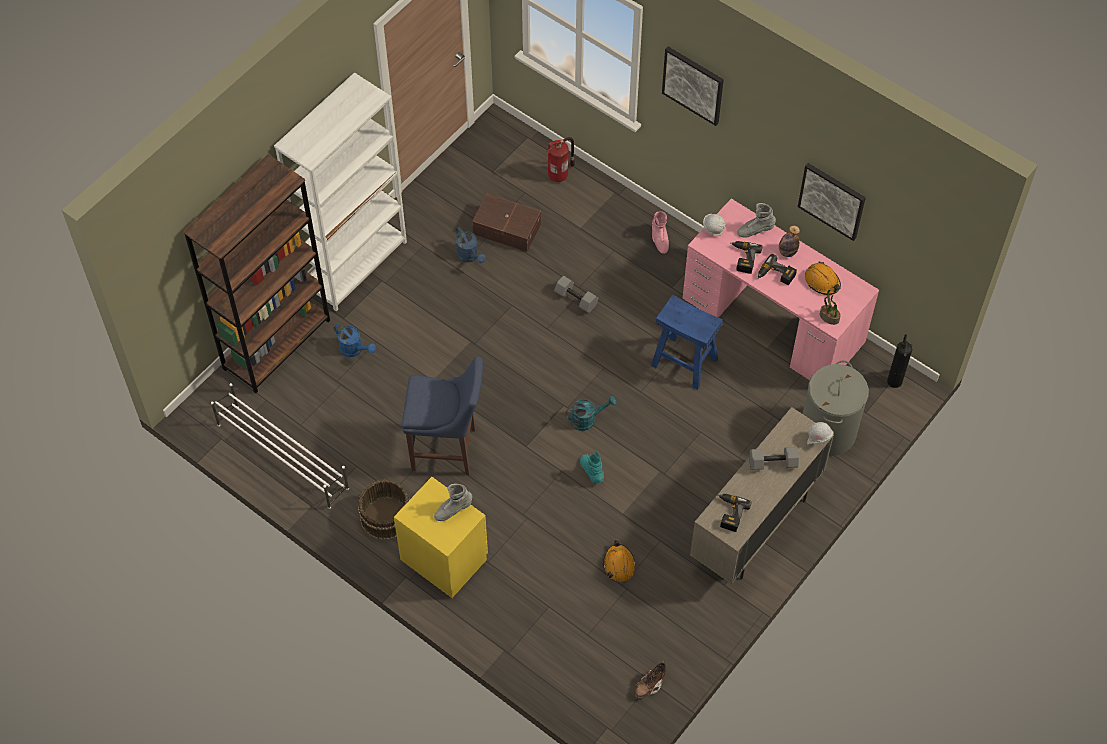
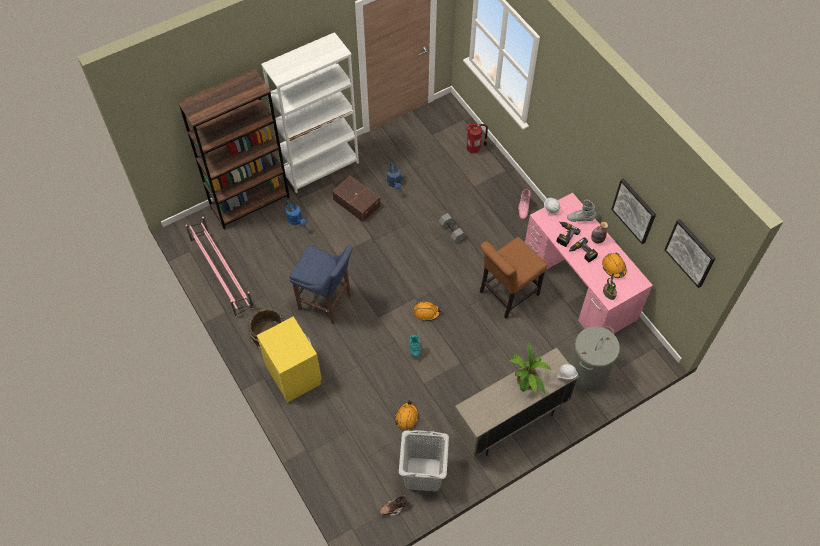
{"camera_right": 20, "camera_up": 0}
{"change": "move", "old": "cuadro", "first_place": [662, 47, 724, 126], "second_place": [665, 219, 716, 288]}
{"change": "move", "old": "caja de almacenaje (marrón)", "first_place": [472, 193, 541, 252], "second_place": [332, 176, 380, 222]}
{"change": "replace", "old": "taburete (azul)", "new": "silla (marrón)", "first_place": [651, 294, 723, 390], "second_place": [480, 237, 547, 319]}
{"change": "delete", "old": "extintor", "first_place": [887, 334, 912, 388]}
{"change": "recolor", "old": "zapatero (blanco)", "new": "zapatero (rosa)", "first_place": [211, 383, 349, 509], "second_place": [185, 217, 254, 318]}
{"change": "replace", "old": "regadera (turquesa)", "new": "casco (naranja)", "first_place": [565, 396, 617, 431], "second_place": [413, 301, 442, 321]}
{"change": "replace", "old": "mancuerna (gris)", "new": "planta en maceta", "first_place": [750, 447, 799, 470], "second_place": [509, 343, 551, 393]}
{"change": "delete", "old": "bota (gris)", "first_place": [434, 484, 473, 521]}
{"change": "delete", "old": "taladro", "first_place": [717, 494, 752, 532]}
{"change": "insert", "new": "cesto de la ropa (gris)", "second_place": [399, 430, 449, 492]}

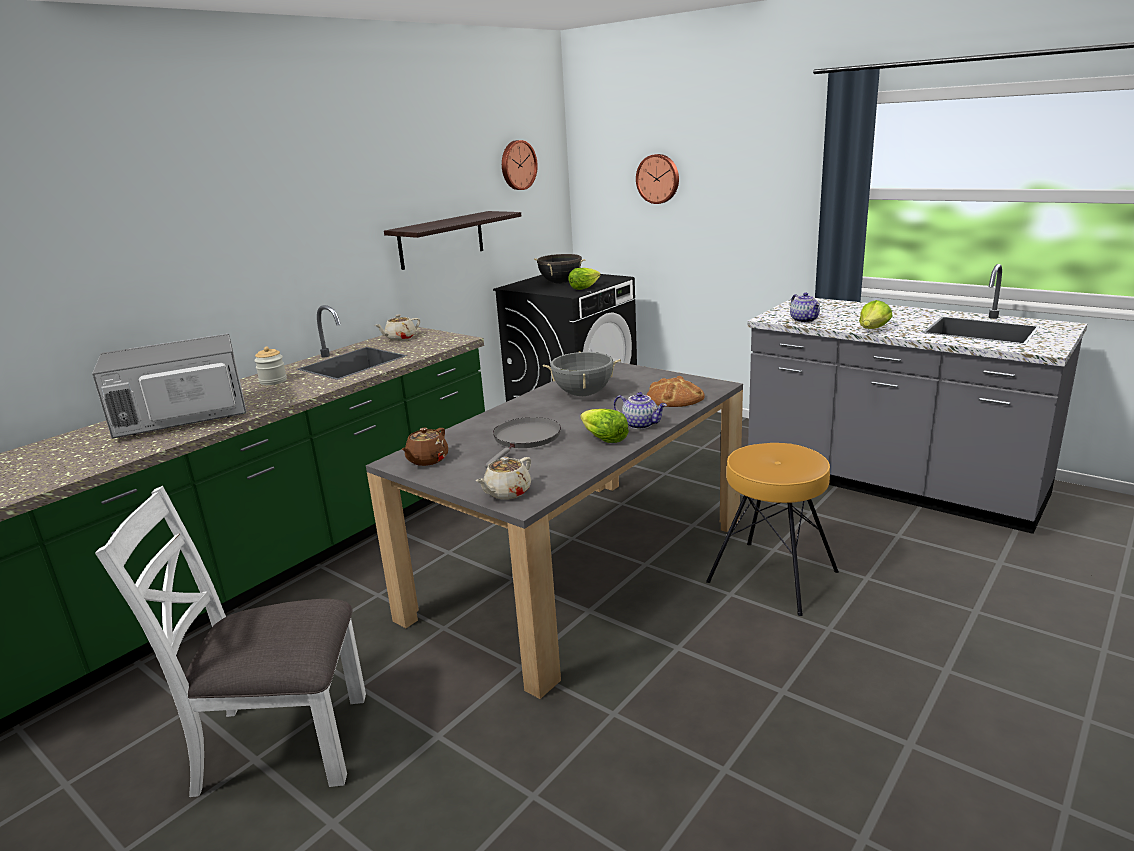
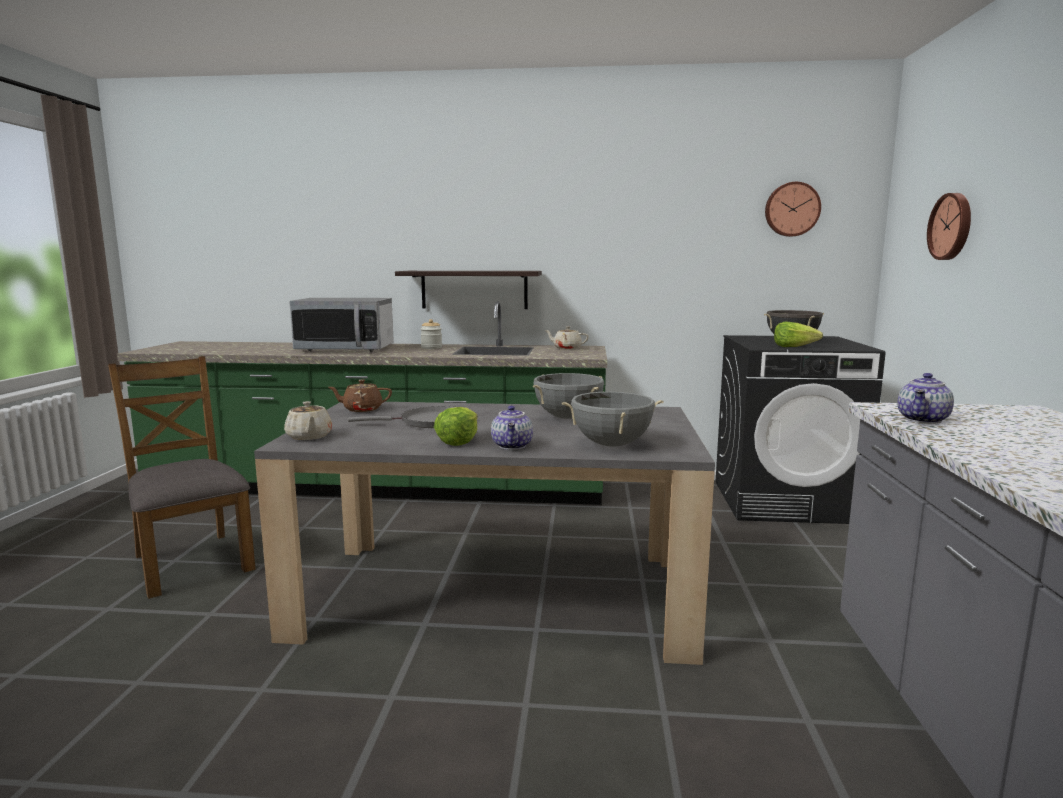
{"camera_right": 55, "camera_up": -10}
{"change": "move", "old": "estante", "first_place": [384, 211, 521, 270], "second_place": [395, 271, 542, 309]}
{"change": "delete", "old": "lechuga", "first_place": [859, 300, 893, 329]}
{"change": "rotate", "old": "microondas", "first_place": [92, 334, 247, 438], "second_place": [289, 298, 394, 351], "degrees": 150}
{"change": "replace", "old": "pan", "new": "olla (gris)", "first_place": [647, 376, 705, 407], "second_place": [562, 391, 664, 447]}
{"change": "delete", "old": "taburete (marrón)", "first_place": [706, 443, 839, 616]}
{"change": "rotate", "old": "tetera (beis)", "first_place": [476, 457, 531, 500], "second_place": [284, 401, 332, 440], "degrees": -120}
{"change": "recolor", "old": "silla (blanco)", "new": "silla (marrón)", "first_place": [95, 486, 366, 797], "second_place": [108, 356, 256, 599]}

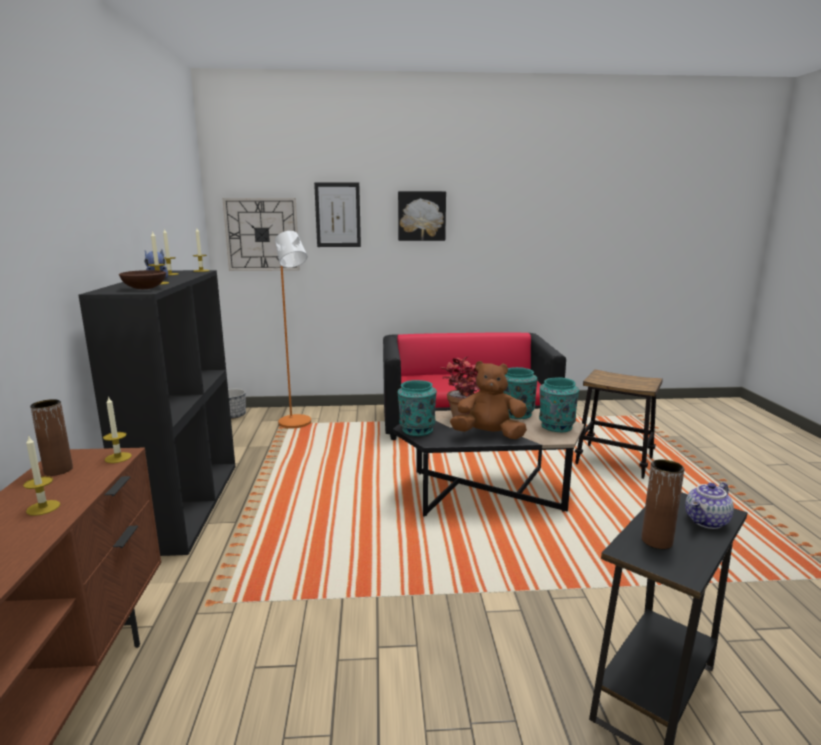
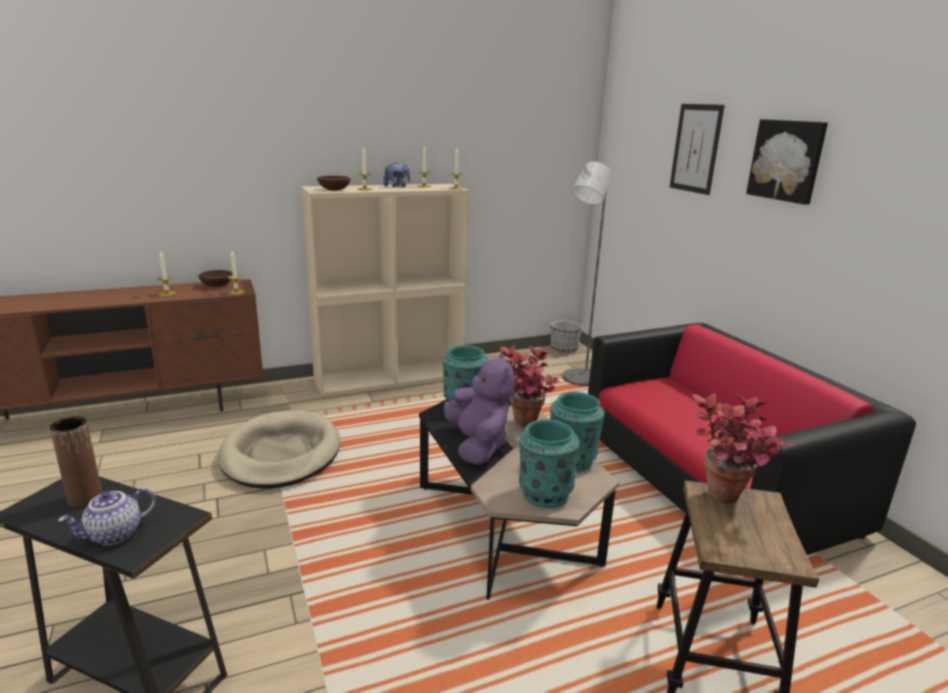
{"camera_right": 70, "camera_up": 5}
{"change": "delete", "old": "reloj de pared", "first_place": [222, 198, 300, 271]}
{"change": "recolor", "old": "lámpara de pie (naranja)", "new": "lámpara de pie (gris)", "first_place": [275, 231, 311, 429], "second_place": [563, 161, 611, 386]}
{"change": "recolor", "old": "estantería (negro)", "new": "estantería (beis)", "first_place": [79, 270, 235, 556], "second_place": [301, 184, 469, 397]}
{"change": "recolor", "old": "peluche (marrón)", "new": "peluche (morado)", "first_place": [450, 361, 527, 439], "second_place": [443, 353, 515, 465]}
{"change": "replace", "old": "florero (marrón)", "new": "cuenco (marrón)", "first_place": [30, 399, 73, 476], "second_place": [198, 270, 233, 287]}
{"change": "rotate", "old": "tetera", "first_place": [685, 482, 734, 529], "second_place": [58, 488, 156, 545], "degrees": -75}
{"change": "insert", "new": "planta en maceta", "second_place": [692, 393, 794, 504]}
{"change": "insert", "new": "cama para perro (beis)", "second_place": [218, 410, 340, 489]}

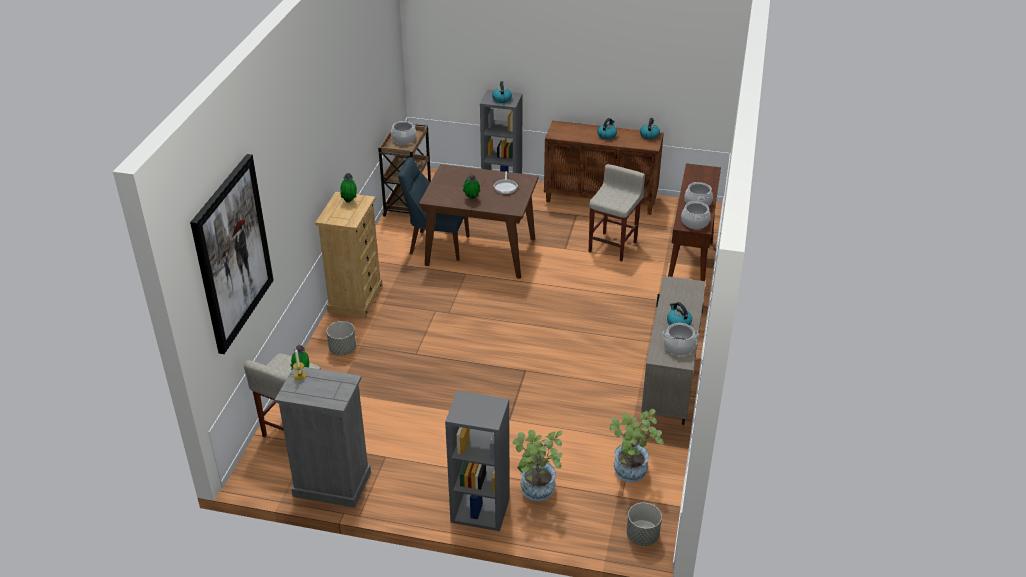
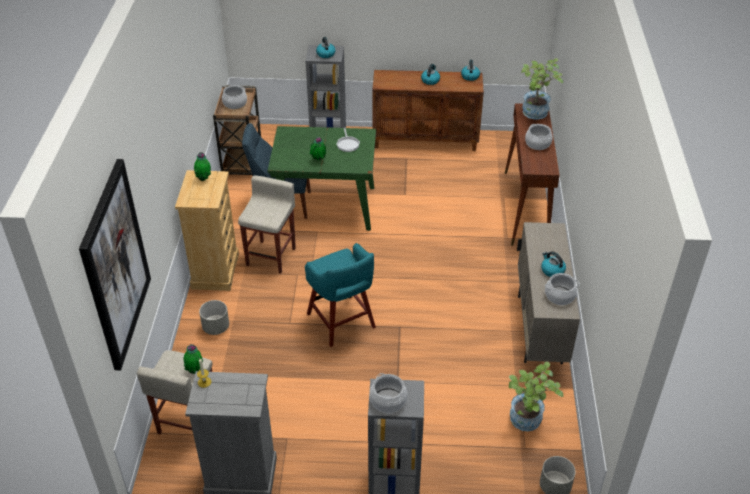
{"camera_right": -10, "camera_up": 5}
{"change": "recolor", "old": "mesa de comedor (marrón)", "new": "mesa de comedor (verde)", "first_place": [419, 164, 539, 278], "second_place": [268, 126, 376, 231]}
{"change": "move", "old": "taburete (beis)", "first_place": [589, 164, 645, 262], "second_place": [238, 175, 296, 274]}
{"change": "move", "old": "olla", "first_place": [681, 201, 711, 229], "second_place": [370, 373, 407, 413]}
{"change": "move", "old": "planta en maceta", "first_place": [513, 430, 563, 501], "second_place": [521, 58, 563, 119]}
{"change": "insert", "new": "taburete (turquesa)", "second_place": [305, 243, 376, 347]}

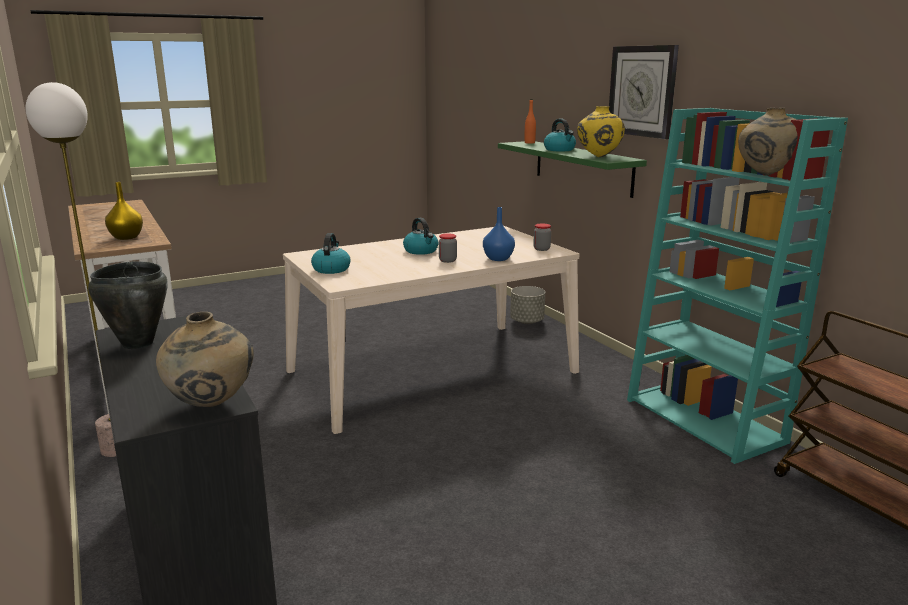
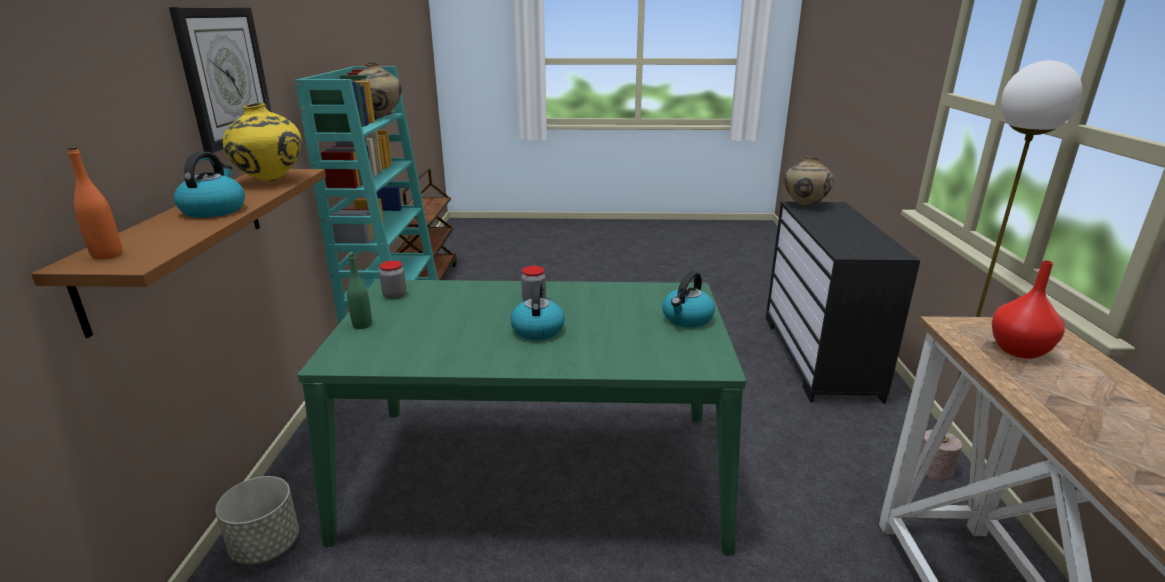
{"camera_right": -150, "camera_up": 5}
{"change": "recolor", "old": "estante (verde)", "new": "estante (marrón)", "first_place": [498, 141, 647, 198], "second_place": [31, 169, 326, 338]}
{"change": "recolor", "old": "florero (amarillo)", "new": "florero (rojo)", "first_place": [105, 182, 143, 240], "second_place": [992, 260, 1065, 359]}
{"change": "delete", "old": "florero (azul)", "first_place": [483, 207, 515, 261]}
{"change": "recolor", "old": "mesa de comedor (beis)", "new": "mesa de comedor (verde)", "first_place": [283, 226, 580, 434], "second_place": [298, 280, 746, 555]}
{"change": "delete", "old": "olla (negro)", "first_place": [88, 261, 168, 349]}
{"change": "insert", "new": "botella (verde)", "second_place": [347, 254, 372, 329]}

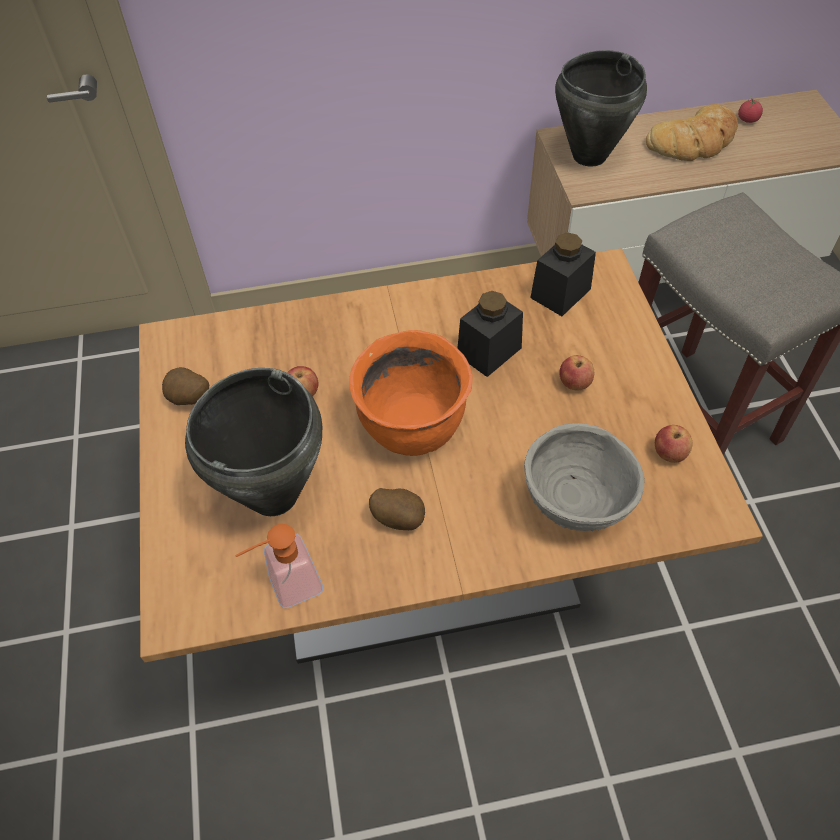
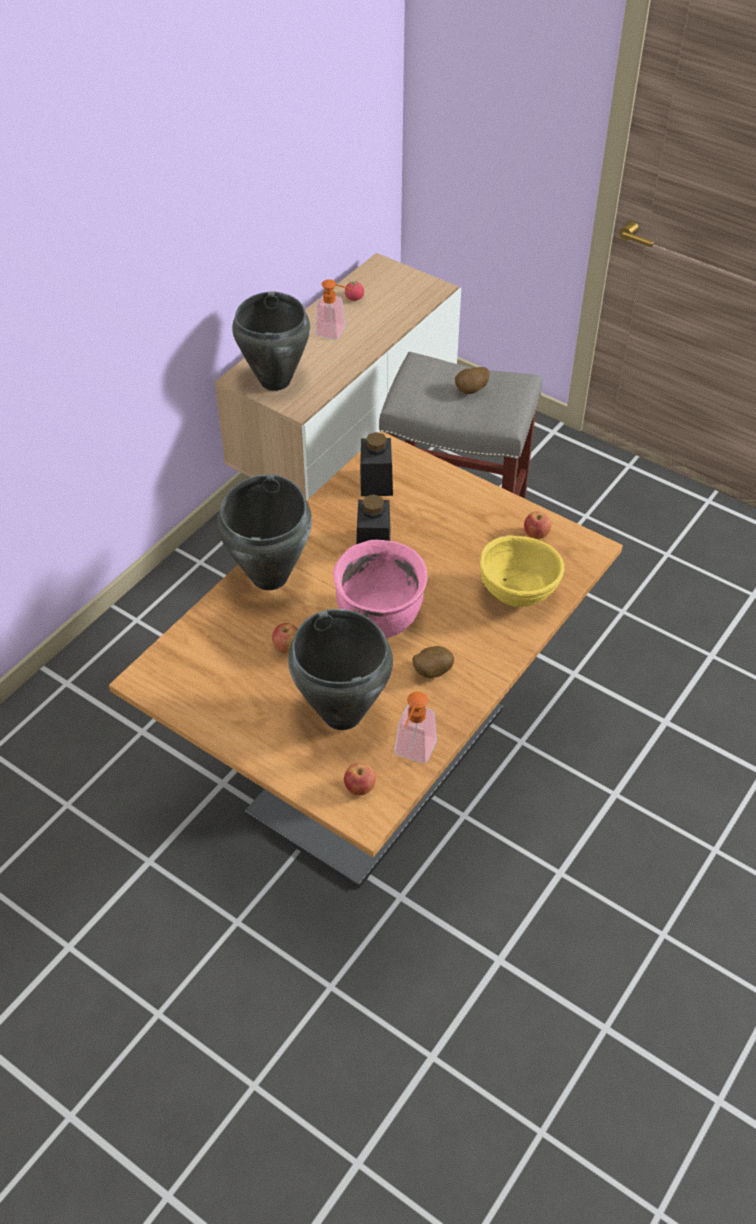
{"camera_right": -45, "camera_up": -5}
{"change": "replace", "old": "pan", "new": "dispensador de jabón", "first_place": [646, 104, 738, 161], "second_place": [315, 279, 352, 339]}
{"change": "recolor", "old": "olla (naranja)", "new": "olla (rosa)", "first_place": [349, 330, 473, 456], "second_place": [333, 540, 428, 638]}
{"change": "move", "old": "manzana", "first_place": [559, 355, 594, 391], "second_place": [344, 763, 376, 795]}
{"change": "move", "old": "patata", "first_place": [162, 367, 209, 405], "second_place": [455, 367, 490, 394]}
{"change": "recolor", "old": "cuenco (gris)", "new": "cuenco (amarillo)", "first_place": [524, 423, 644, 531], "second_place": [480, 535, 565, 607]}
{"change": "insert", "new": "olla (negro)", "second_place": [217, 474, 312, 590]}

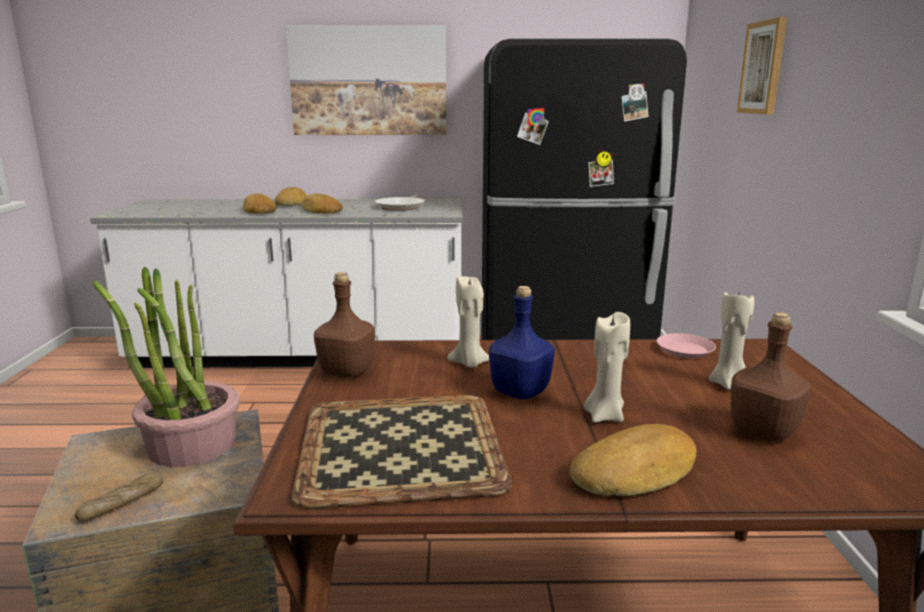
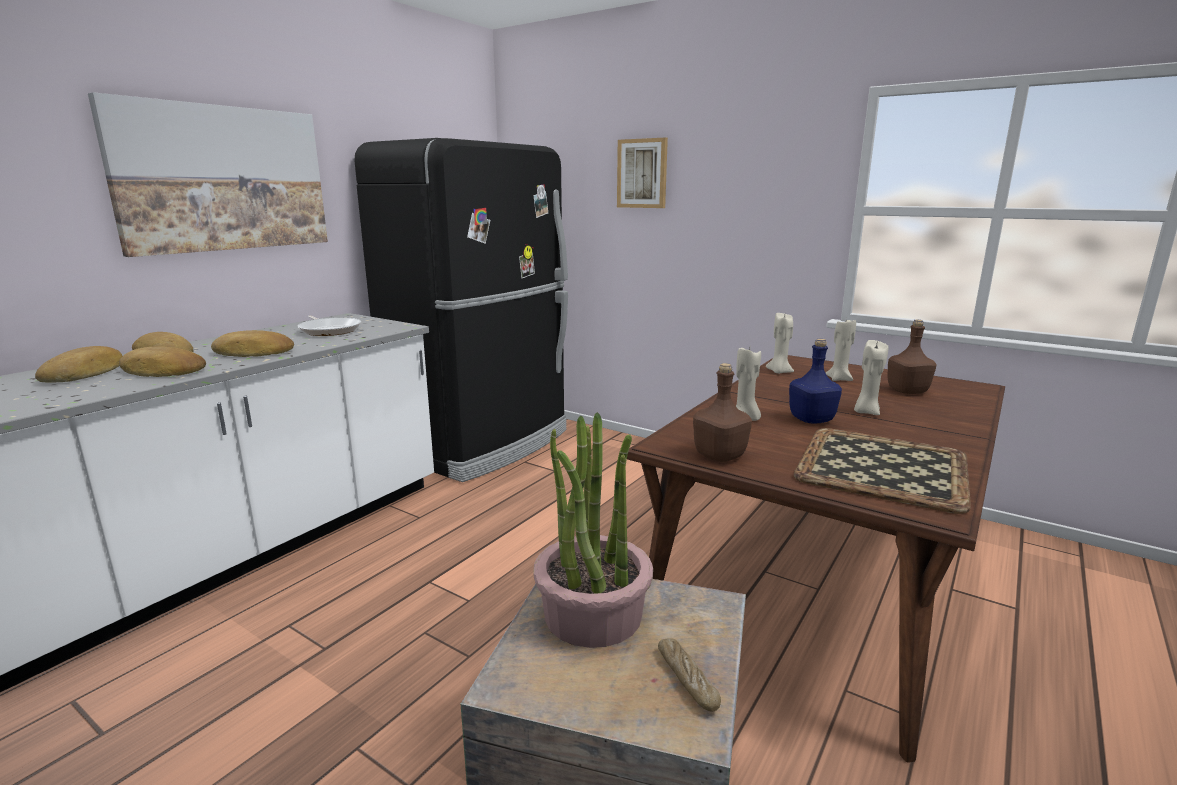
{"camera_right": -55, "camera_up": 0}
{"change": "replace", "old": "plato (rosa)", "new": "vela (beis)", "first_place": [657, 333, 716, 358], "second_place": [766, 313, 794, 374]}
{"change": "move", "old": "pan", "first_place": [570, 424, 697, 496], "second_place": [35, 346, 122, 383]}

